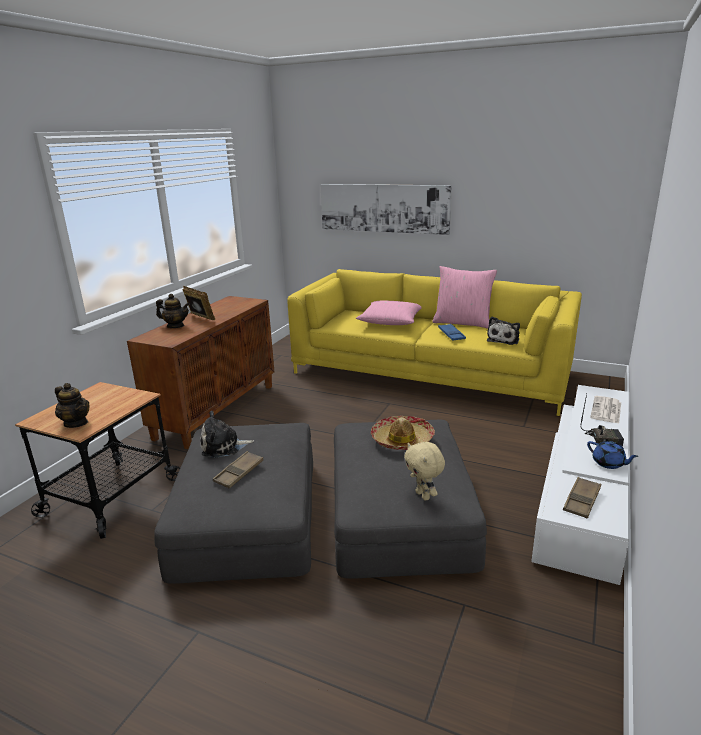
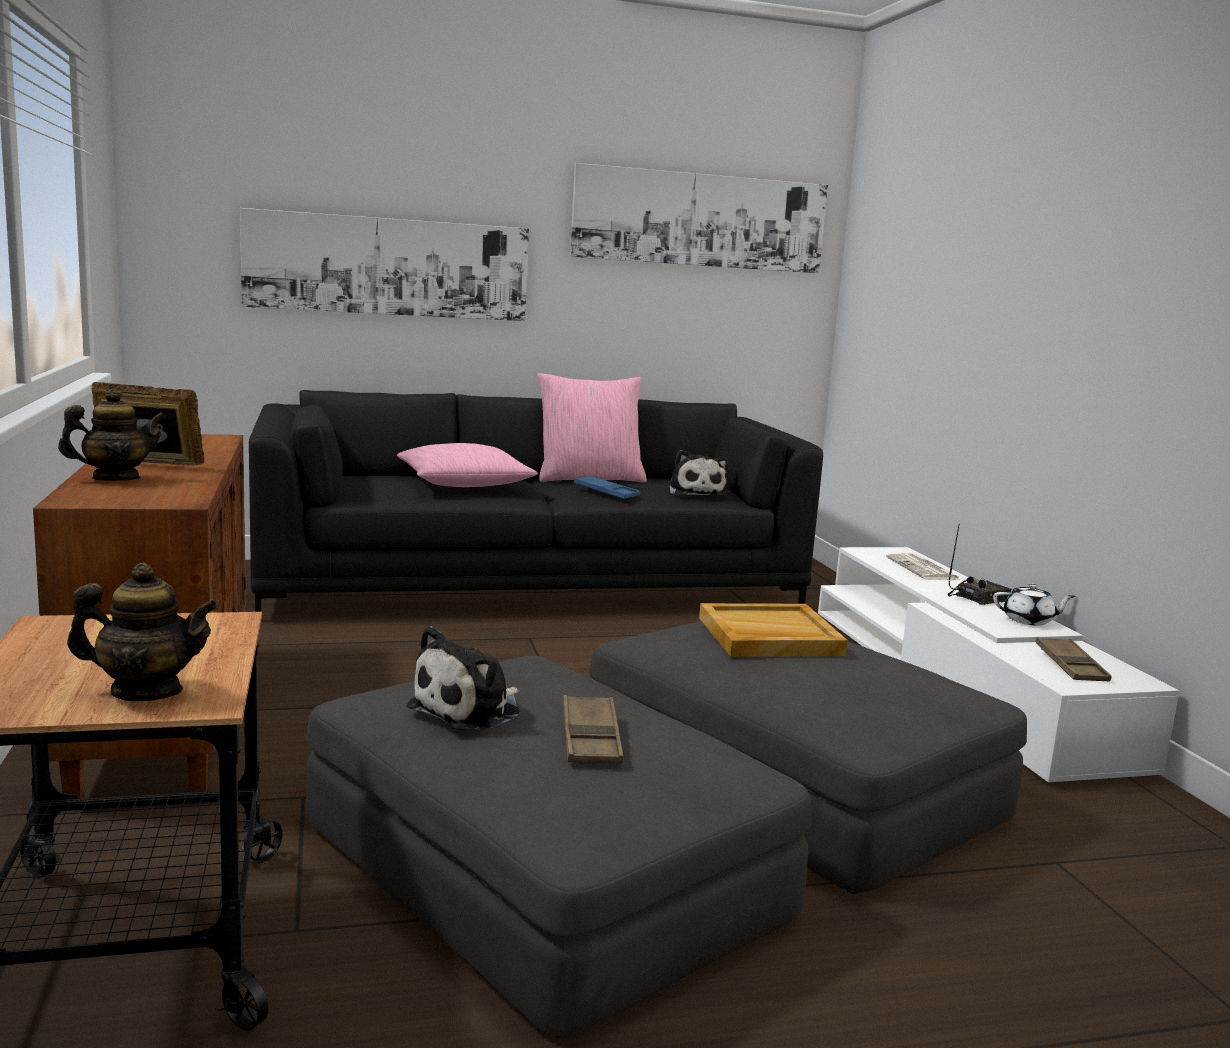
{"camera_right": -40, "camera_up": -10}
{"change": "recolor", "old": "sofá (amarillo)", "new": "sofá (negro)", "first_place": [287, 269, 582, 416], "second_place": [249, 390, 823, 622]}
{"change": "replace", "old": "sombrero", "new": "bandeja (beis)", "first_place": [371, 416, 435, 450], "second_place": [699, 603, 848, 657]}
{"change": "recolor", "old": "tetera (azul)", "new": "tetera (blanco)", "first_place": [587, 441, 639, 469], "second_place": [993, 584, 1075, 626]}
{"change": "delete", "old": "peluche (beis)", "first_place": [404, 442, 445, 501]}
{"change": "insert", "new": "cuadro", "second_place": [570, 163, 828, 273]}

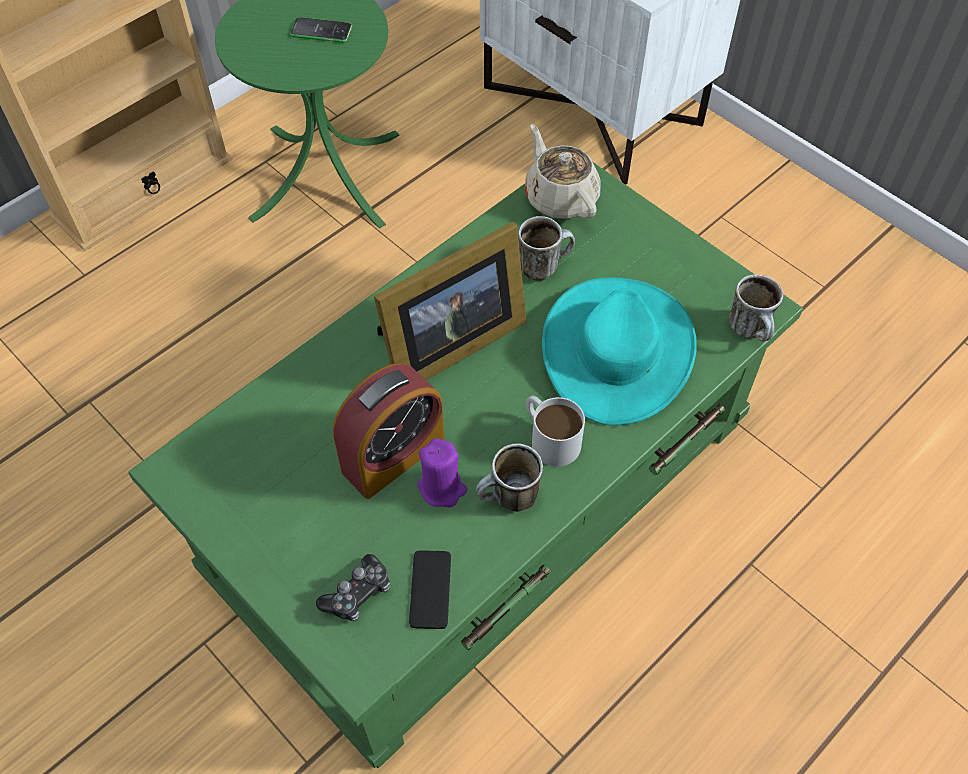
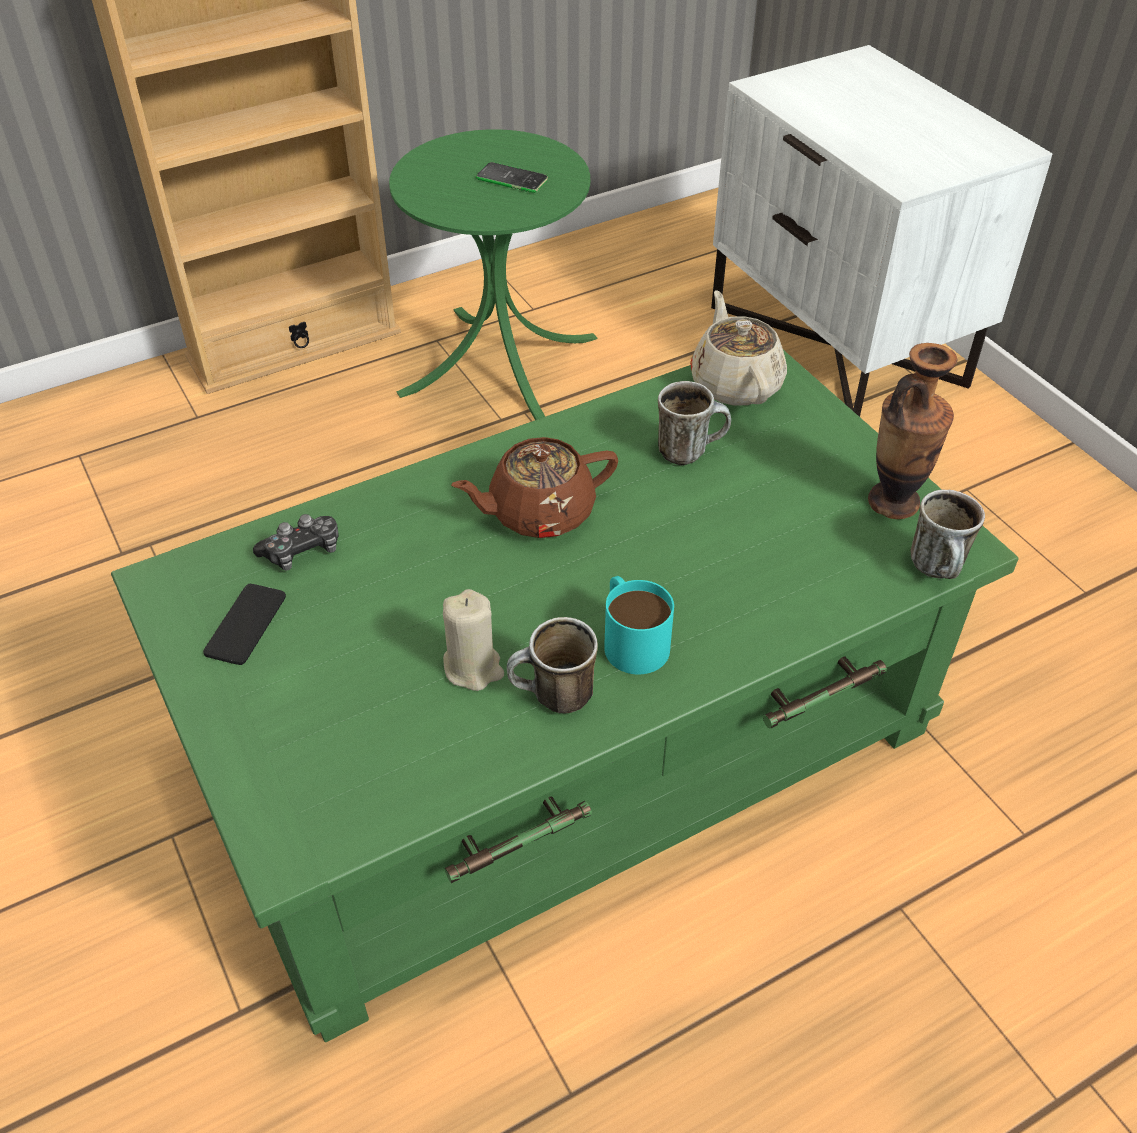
{"camera_right": 15, "camera_up": -10}
{"change": "replace", "old": "portarretratos", "new": "tetera (marrón)", "first_place": [374, 221, 527, 380], "second_place": [451, 437, 618, 538]}
{"change": "delete", "old": "sombrero (turquesa)", "first_place": [542, 277, 697, 426]}
{"change": "delete", "old": "despertador", "first_place": [333, 363, 444, 499]}
{"change": "recolor", "old": "taza grande (blanco)", "new": "taza grande (turquesa)", "first_place": [526, 395, 585, 467], "second_place": [604, 576, 674, 674]}
{"change": "recolor", "old": "vela (morado)", "new": "vela (beis)", "first_place": [418, 438, 467, 507], "second_place": [443, 589, 504, 691]}
{"change": "move", "old": "móvil", "first_place": [409, 550, 451, 629], "second_place": [203, 584, 286, 665]}
{"change": "move", "old": "mando de consola", "first_place": [316, 554, 390, 621], "second_place": [253, 514, 339, 571]}
{"change": "insert", "new": "florero", "second_place": [868, 343, 957, 519]}

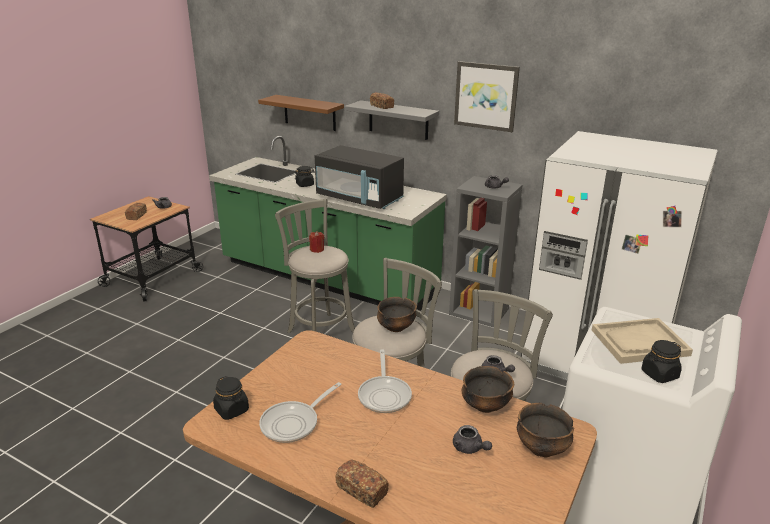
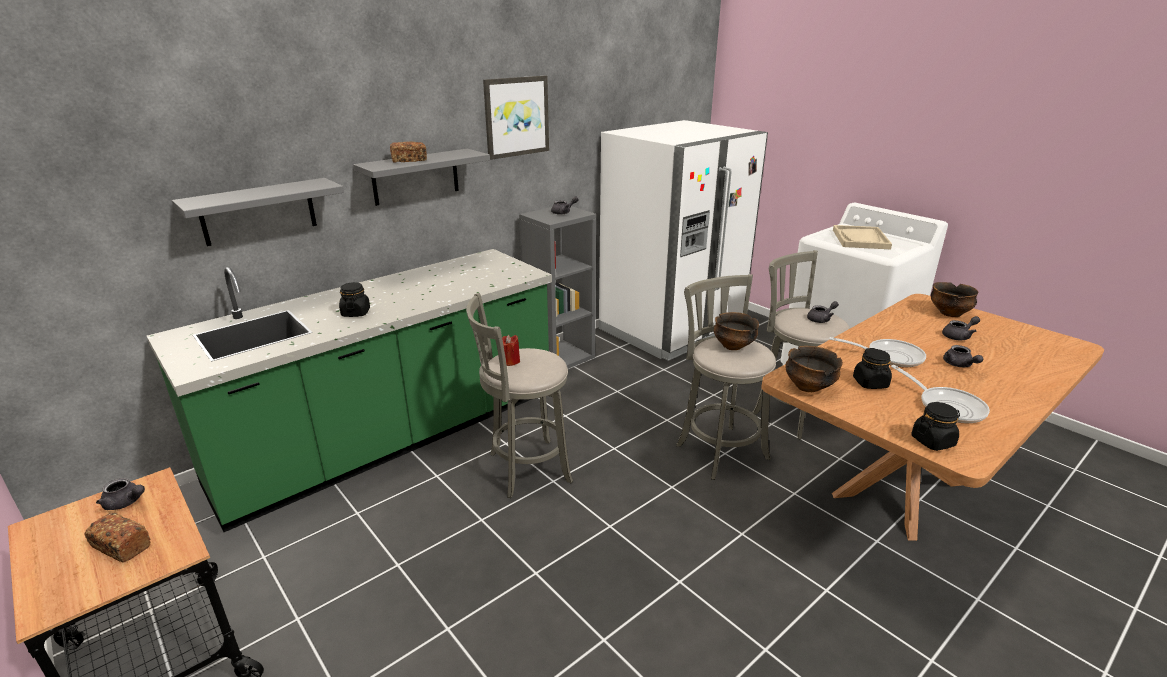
{"camera_right": -70, "camera_up": 0}
{"change": "recolor", "old": "estante (marrón)", "new": "estante (gris)", "first_place": [258, 95, 344, 131], "second_place": [172, 178, 344, 246]}
{"change": "delete", "old": "microondas (negro)", "first_place": [315, 145, 404, 209]}
{"change": "move", "old": "tarro (negro)", "first_place": [641, 340, 682, 383], "second_place": [853, 348, 892, 389]}
{"change": "move", "old": "cuenco", "first_place": [462, 366, 514, 413], "second_place": [785, 346, 843, 392]}
{"change": "delete", "old": "pan", "first_place": [335, 459, 389, 508]}
{"change": "insert", "new": "tetera (gris)", "second_place": [943, 345, 983, 367]}

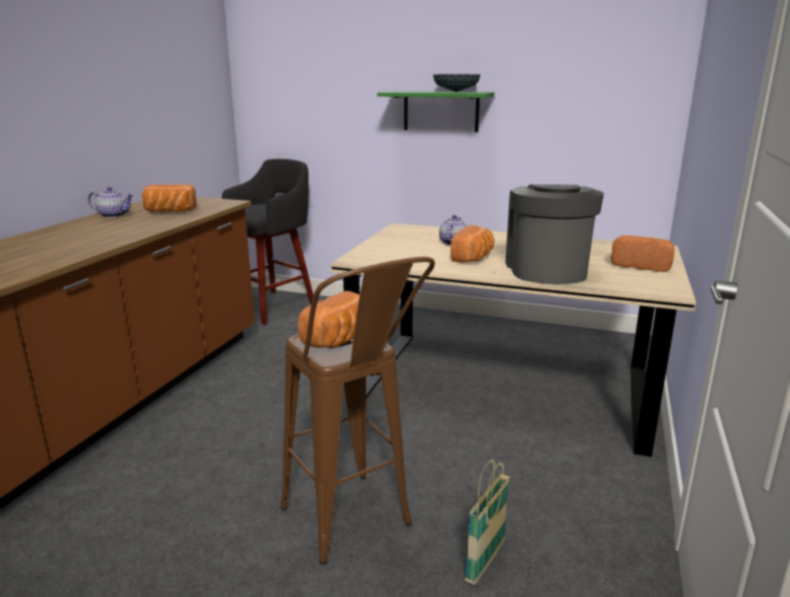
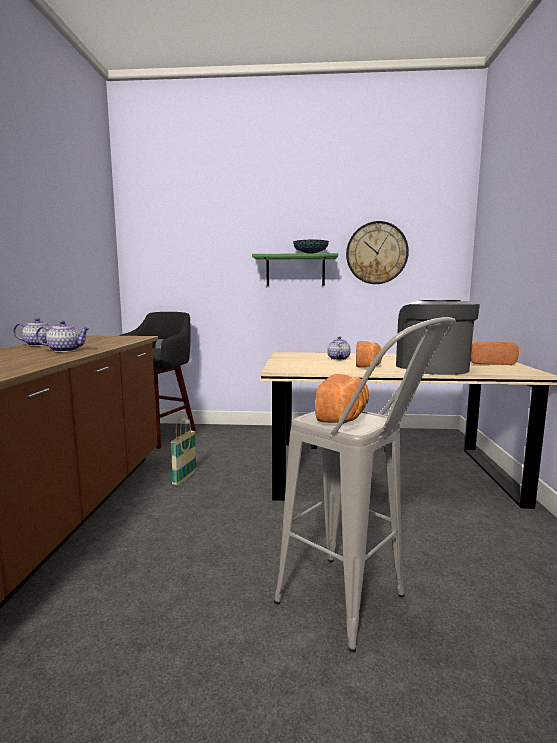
{"camera_right": -15, "camera_up": -10}
{"change": "delete", "old": "pan", "first_place": [142, 184, 197, 212]}
{"change": "recolor", "old": "taburete (marrón)", "new": "taburete (gris)", "first_place": [280, 257, 435, 565], "second_place": [274, 317, 456, 652]}
{"change": "move", "old": "cesta", "first_place": [465, 460, 510, 585], "second_place": [171, 418, 197, 486]}
{"change": "insert", "new": "reloj de pared", "second_place": [346, 221, 409, 284]}
{"change": "insert", "new": "tetera", "second_place": [36, 321, 90, 352]}

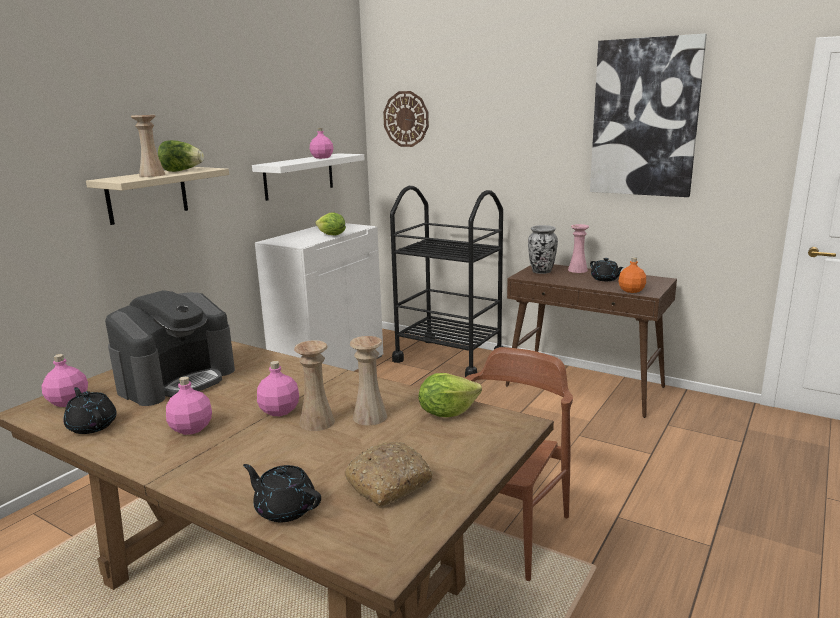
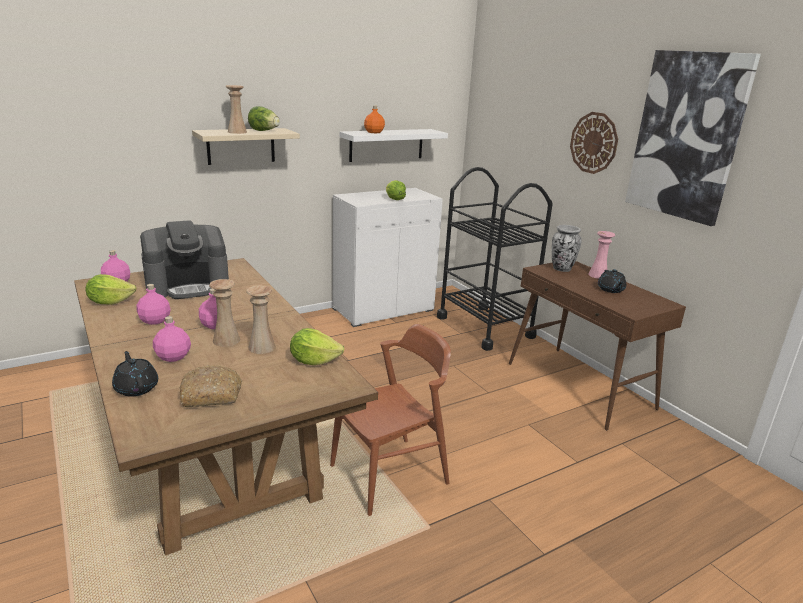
{"camera_right": 25, "camera_up": 5}
{"change": "move", "old": "reloj de pared", "first_place": [383, 91, 429, 147], "second_place": [570, 112, 618, 174]}
{"change": "move", "old": "botella (rosa)", "first_place": [310, 128, 334, 159], "second_place": [153, 316, 191, 362]}
{"change": "move", "old": "botella (naranja)", "first_place": [619, 257, 646, 293], "second_place": [364, 106, 385, 133]}
{"change": "replace", "old": "tetera (negro)", "new": "lechuga", "first_place": [63, 387, 117, 434], "second_place": [86, 274, 136, 305]}

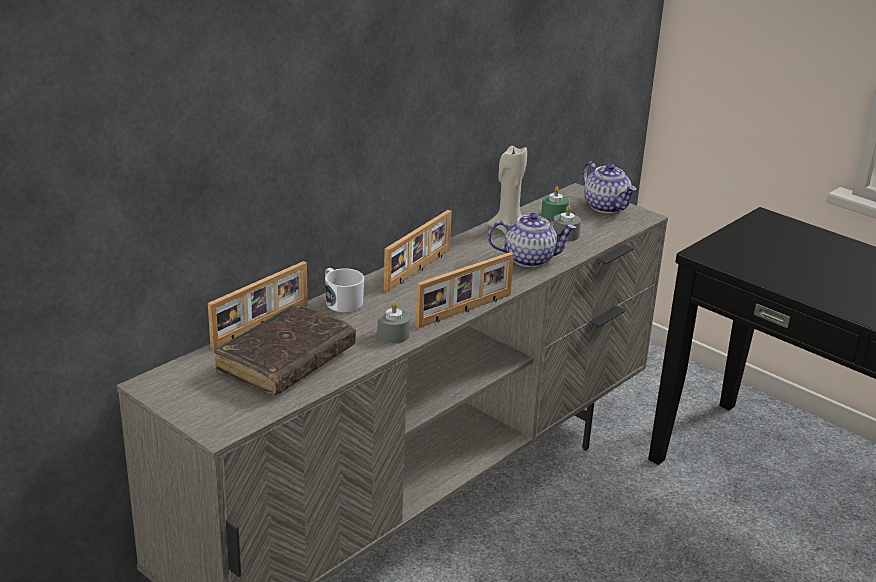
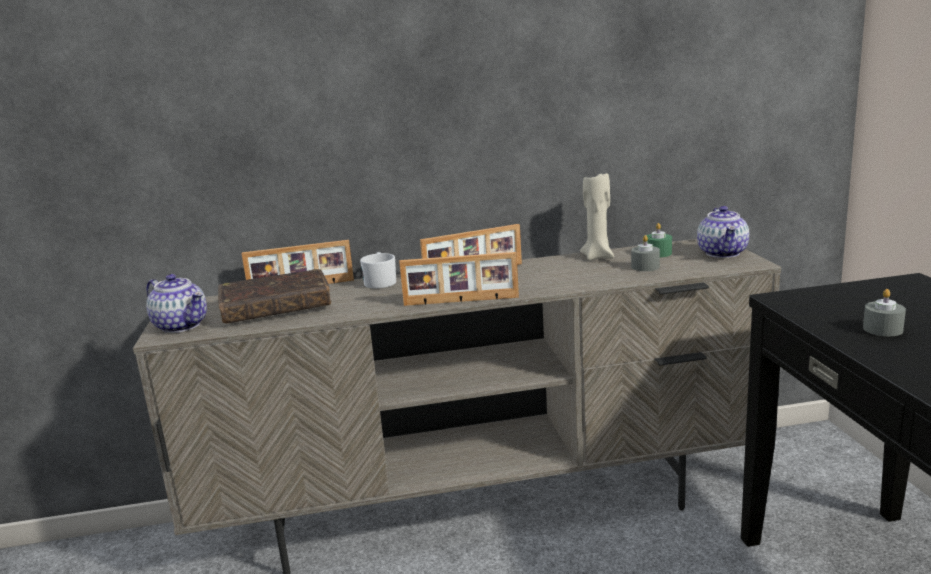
{"camera_right": 40, "camera_up": -10}
{"change": "move", "old": "tetera", "first_place": [488, 213, 576, 267], "second_place": [146, 274, 207, 333]}
{"change": "move", "old": "vela (gris)", "first_place": [377, 301, 410, 343], "second_place": [863, 289, 906, 336]}

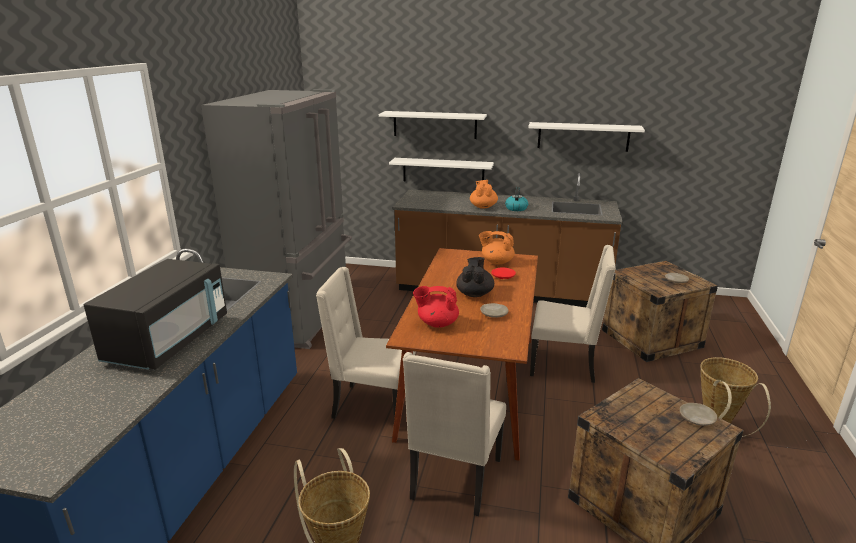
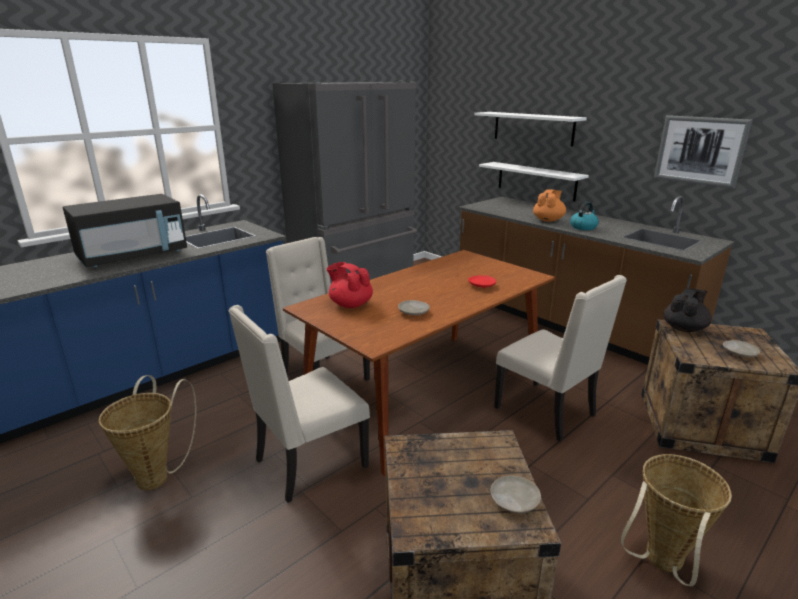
{"camera_right": 35, "camera_up": 0}
{"change": "replace", "old": "estante (blanco)", "new": "cuadro", "first_place": [528, 122, 645, 152], "second_place": [654, 115, 753, 189]}
{"change": "delete", "old": "tetera (naranja)", "first_place": [479, 231, 515, 265]}
{"change": "move", "old": "tetera (negro)", "first_place": [456, 257, 494, 297], "second_place": [663, 289, 712, 332]}

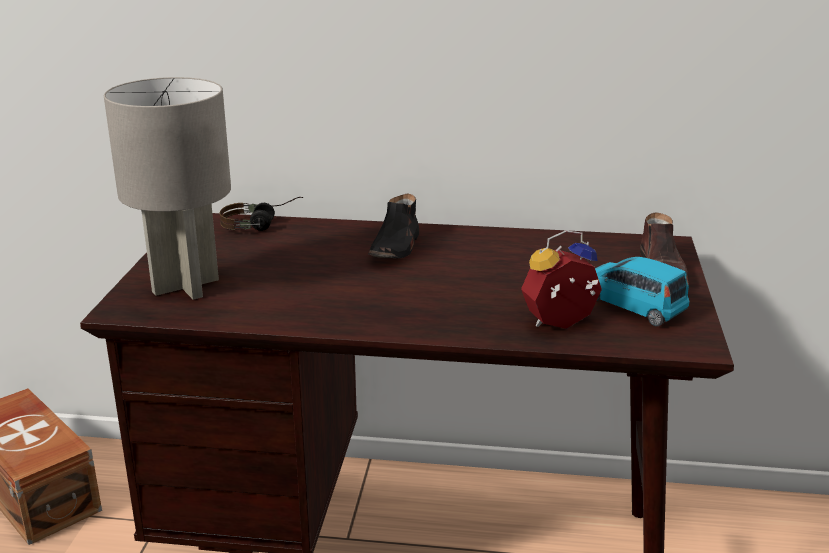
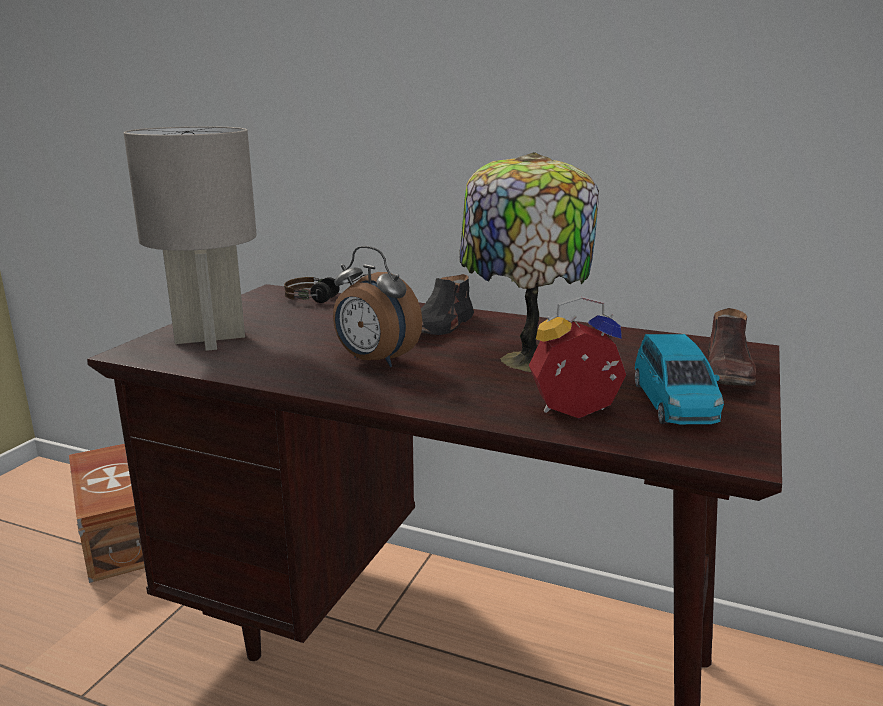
{"camera_right": 15, "camera_up": -5}
{"change": "rotate", "old": "coche de juguete (azul)", "first_place": [595, 257, 690, 326], "second_place": [635, 334, 724, 424], "degrees": -150}
{"change": "insert", "new": "lámpara de mesa", "second_place": [460, 152, 599, 372]}
{"change": "insert", "new": "despertador", "second_place": [333, 246, 423, 367]}

